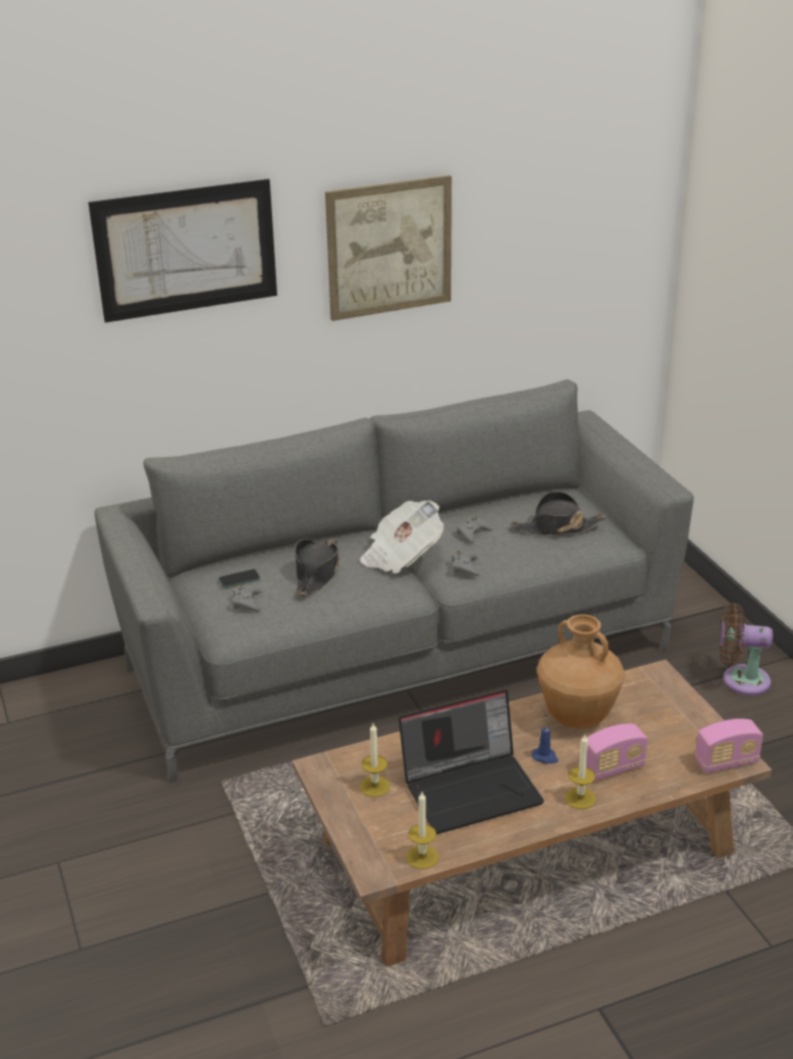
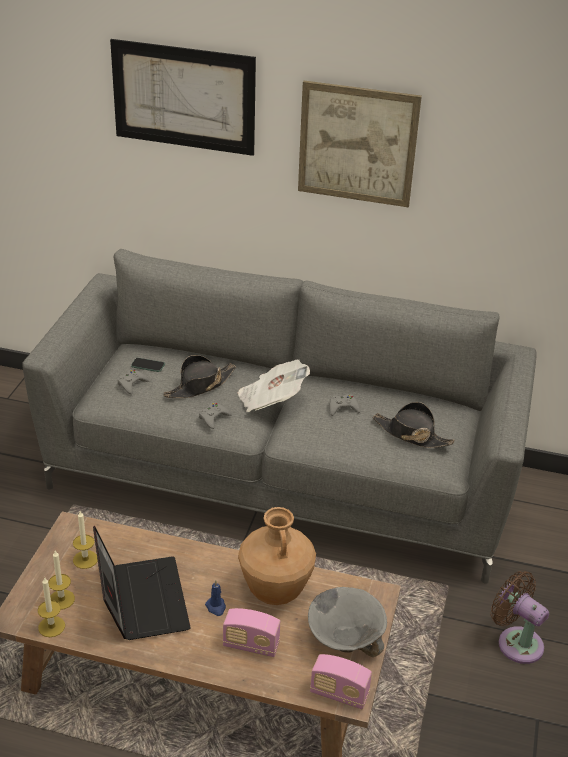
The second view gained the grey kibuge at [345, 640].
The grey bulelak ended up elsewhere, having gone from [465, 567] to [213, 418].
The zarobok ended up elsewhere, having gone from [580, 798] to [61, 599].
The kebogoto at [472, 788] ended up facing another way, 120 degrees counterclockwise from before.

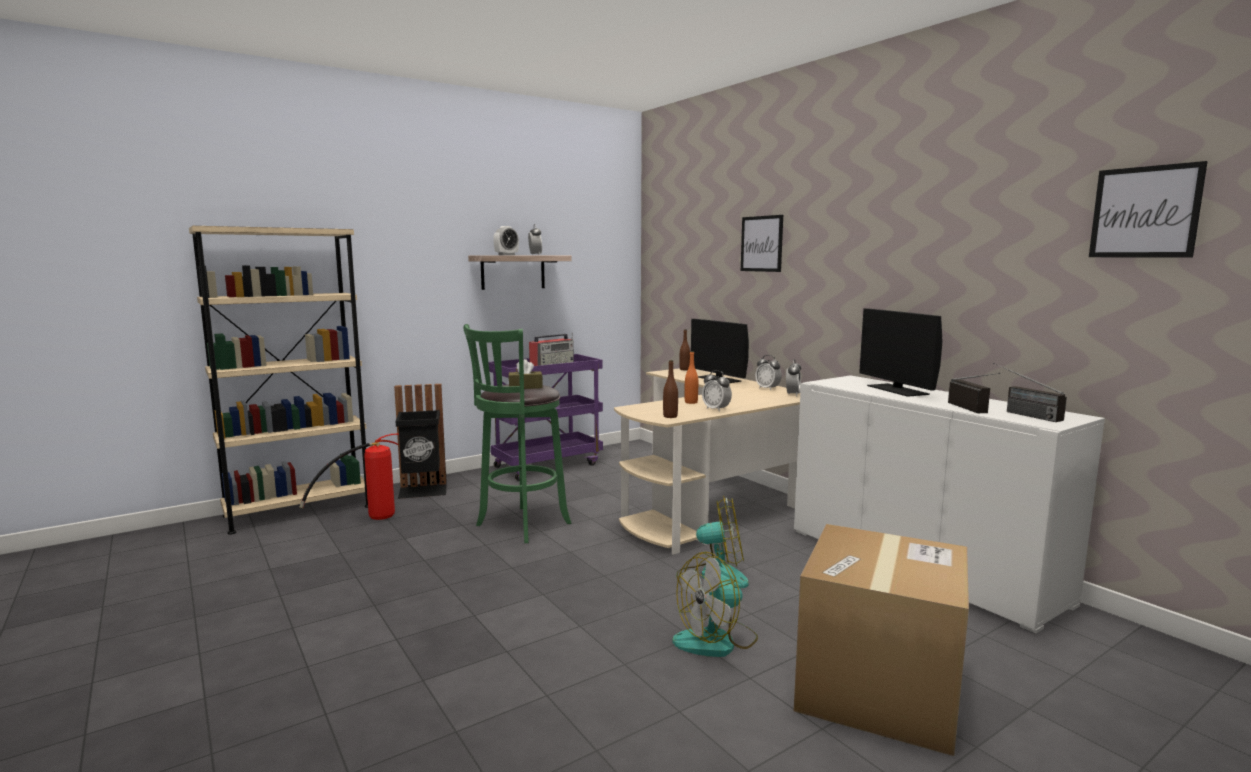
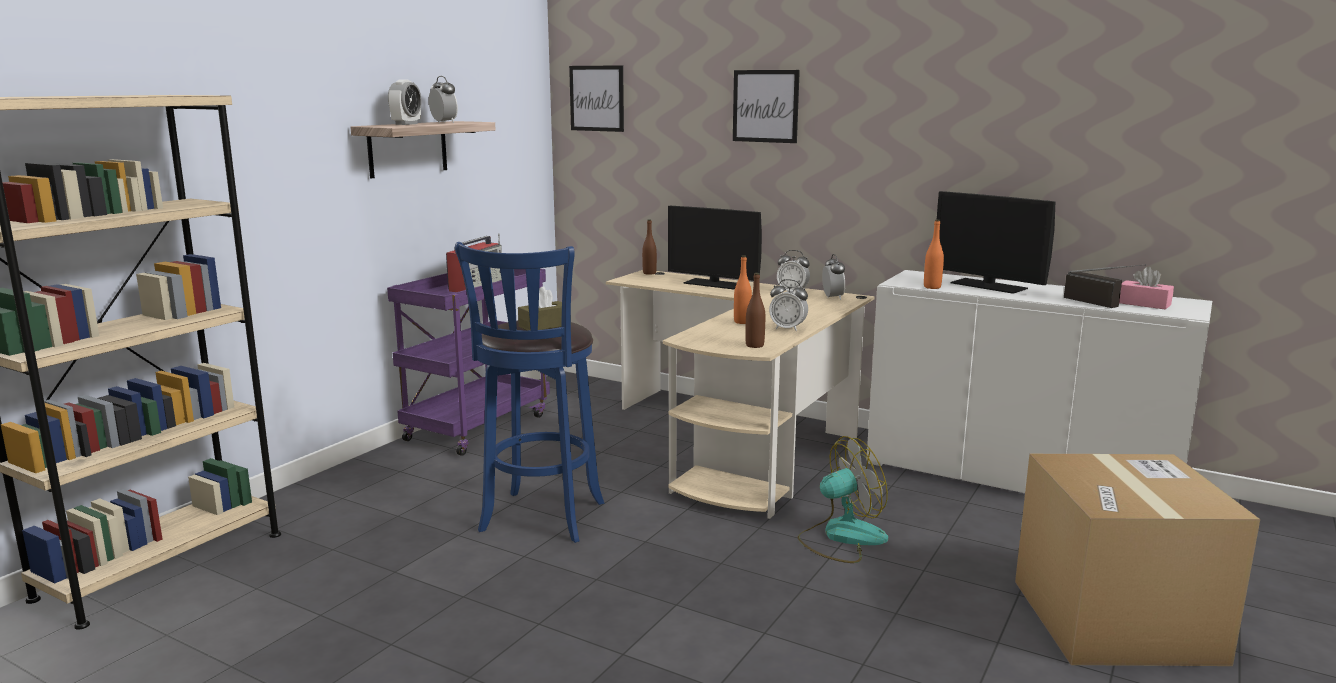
The second view lost the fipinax at [366, 518].
The second view lost the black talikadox at [423, 491].
The second view lost the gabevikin at [716, 640].
The second view gained the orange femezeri at [932, 287].
The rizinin ended up elsewhere, having gone from [1144, 212] to [597, 98].
Where the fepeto stood at [1020, 413], the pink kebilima came to stand at [1144, 304].
What was the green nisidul at [520, 525] turned into the blue nisidul at [540, 519].

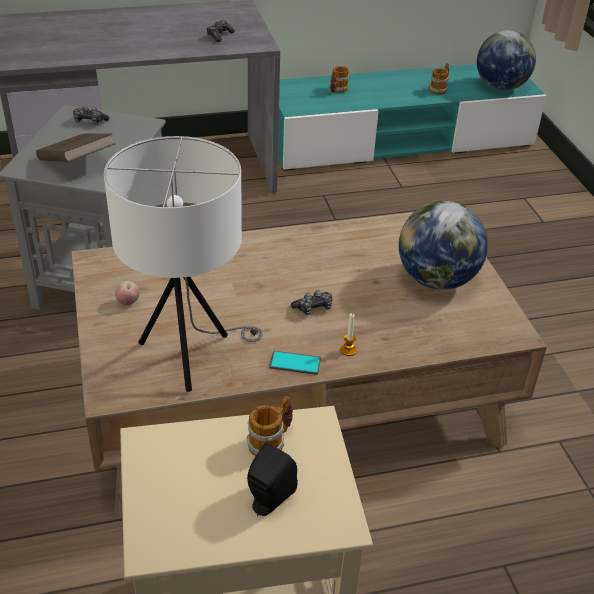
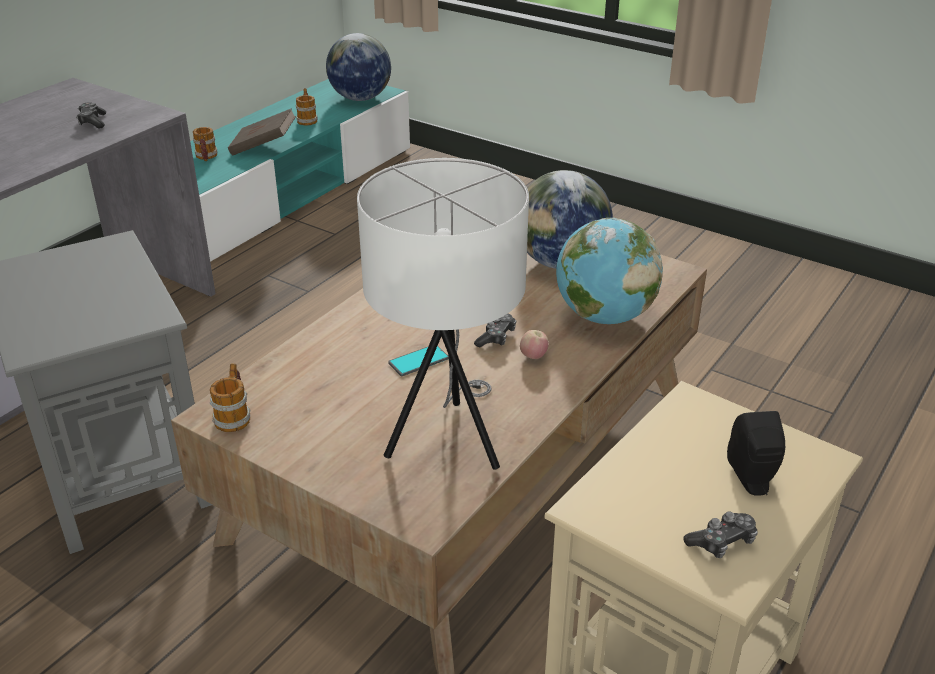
The second view lost the zarobok at [348, 350].
The second view gained the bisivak at [604, 316].
The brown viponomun ended up elsewhere, having gone from [77, 164] to [264, 147].
The bulelak ended up elsewhere, having gone from [89, 121] to [722, 542].
The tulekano ended up elsewhere, having gone from [128, 302] to [533, 357].
The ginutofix ended up elsewhere, having gone from [271, 441] to [234, 416].
The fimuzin ended up elsewhere, having gone from [295, 363] to [418, 361].

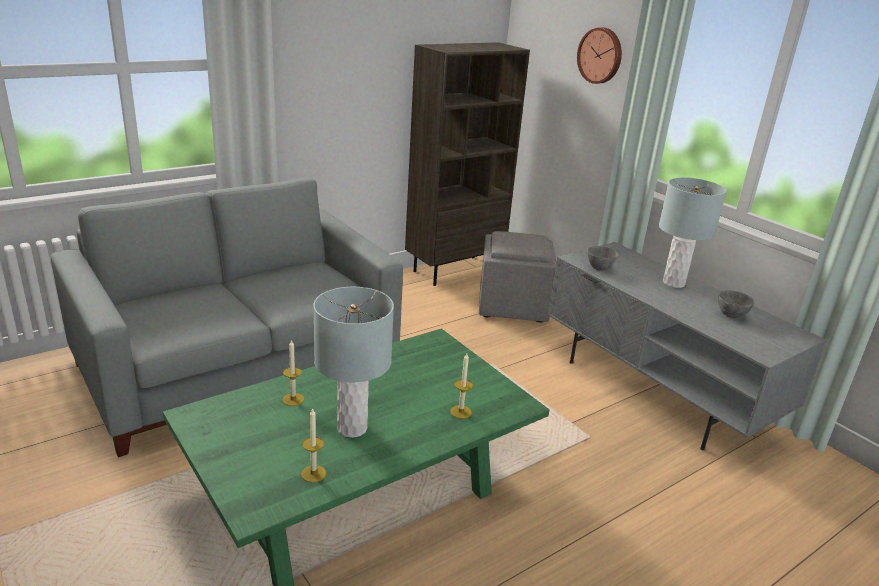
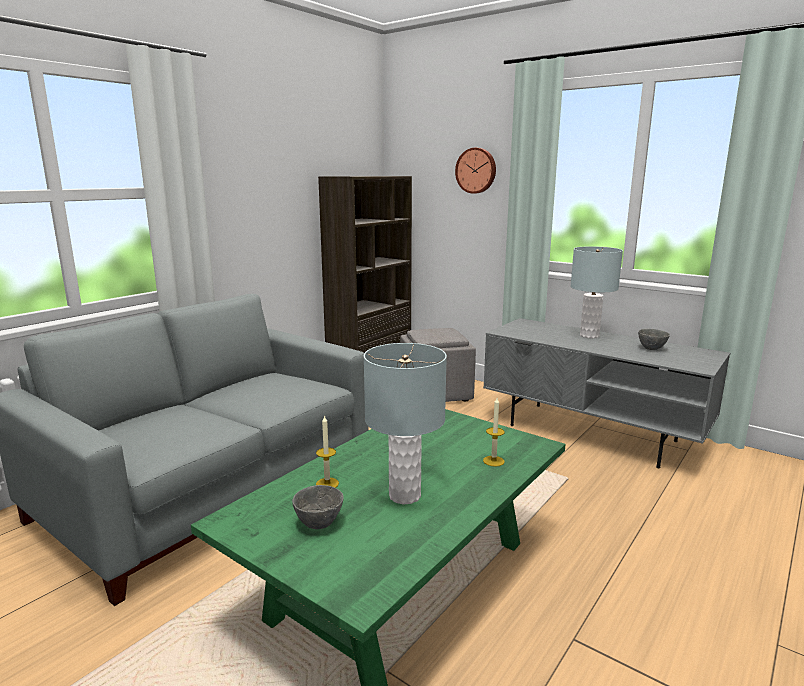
The second view lost the zarobok at [313, 473].
The grey kibuge ended up elsewhere, having gone from [599, 268] to [318, 523].

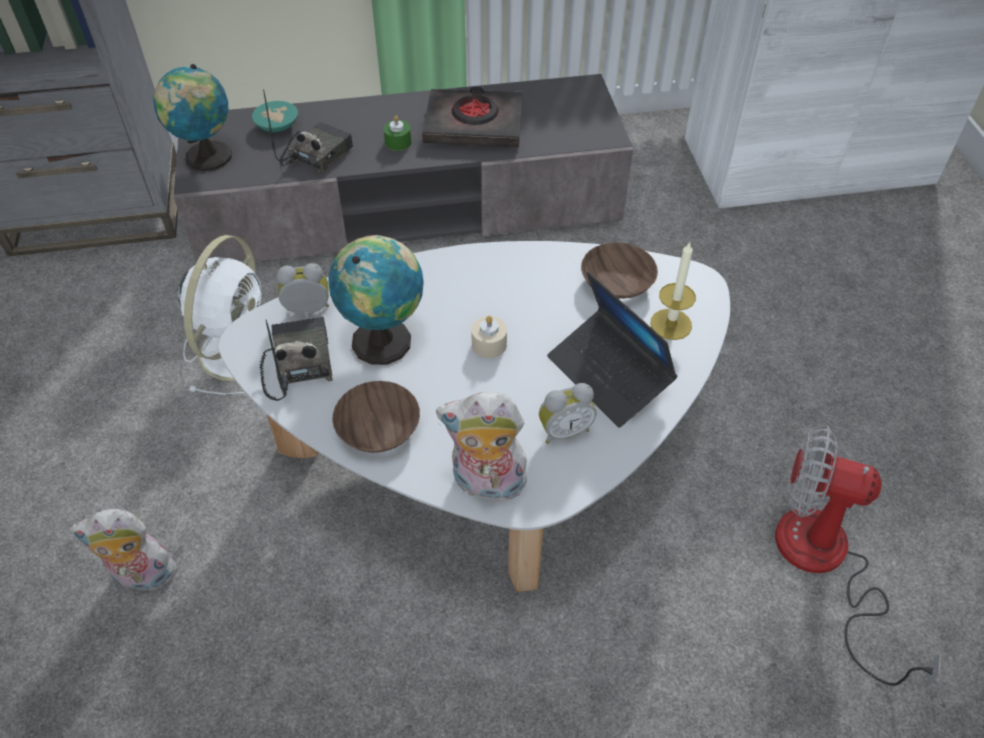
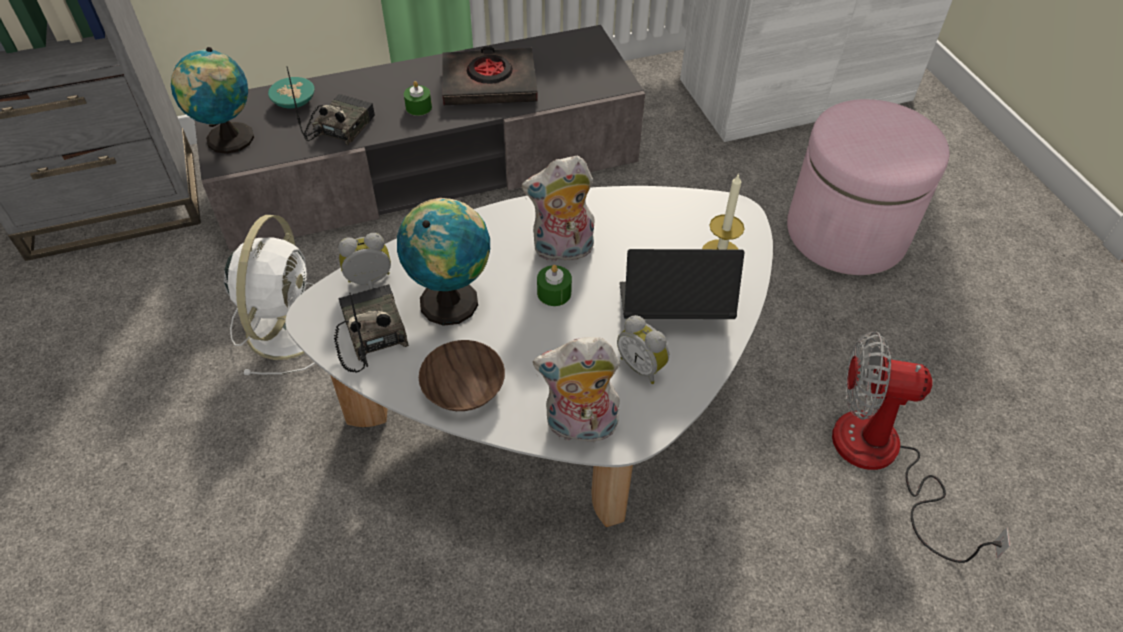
The second view lost the brown kibuge at [618, 283].
The second view gained the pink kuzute at [846, 232].
The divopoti ended up elsewhere, having gone from [142, 577] to [562, 251].
What was the beige zarobok at [489, 344] turned into the green zarobok at [554, 293].
The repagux at [564, 430] ended up facing another way, 75 degrees clockwise from before.
The kebogoto at [609, 375] ended up facing another way, 135 degrees clockwise from before.

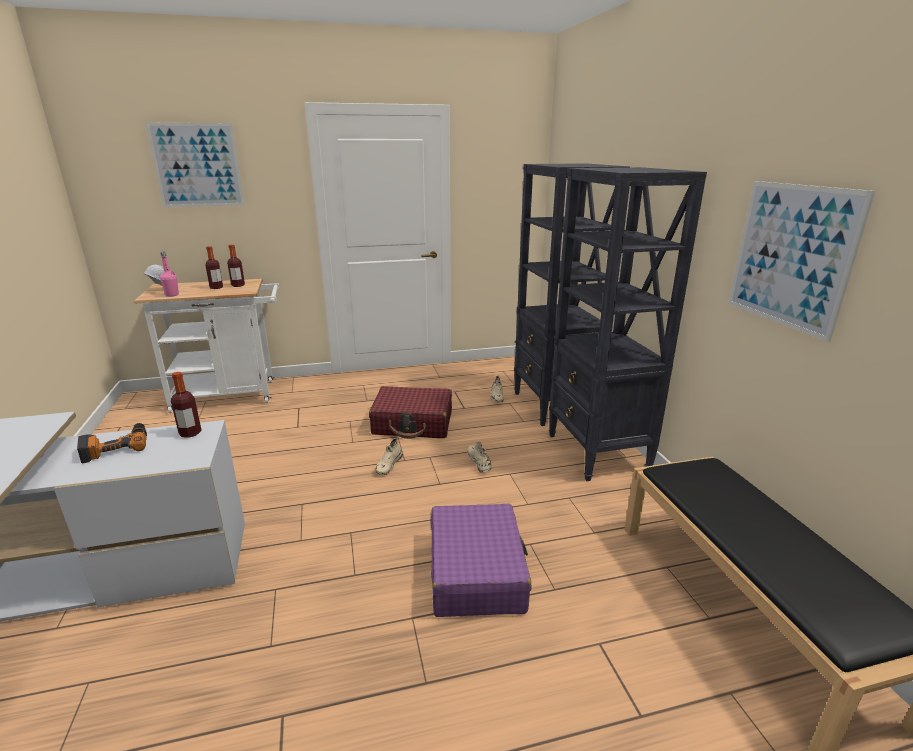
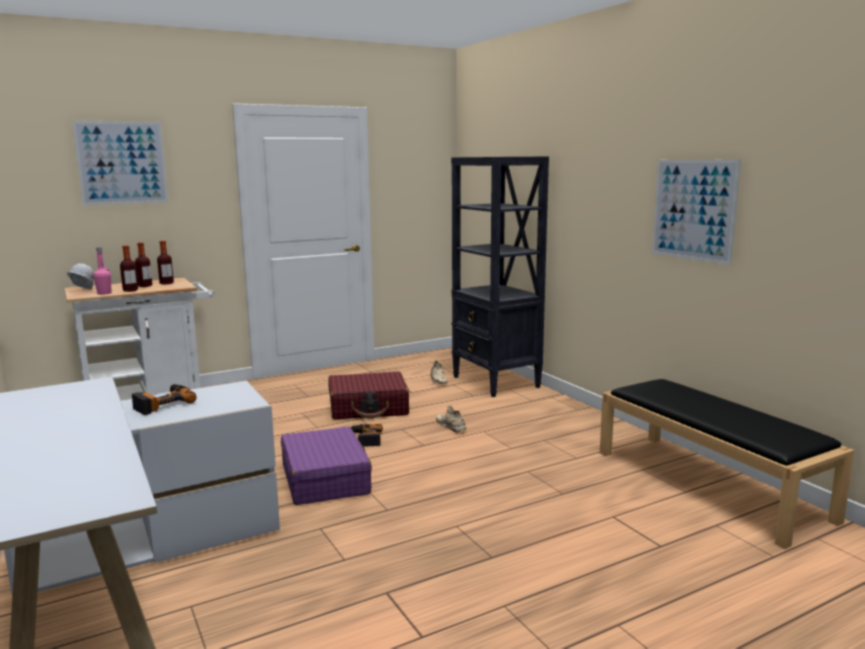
The second view lost the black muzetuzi at [597, 453].
The femezeri ended up elsewhere, having gone from [190, 433] to [130, 290].
The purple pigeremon ended up elsewhere, having gone from [476, 571] to [325, 479].
Where the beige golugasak stood at [388, 465], the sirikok came to stand at [365, 438].

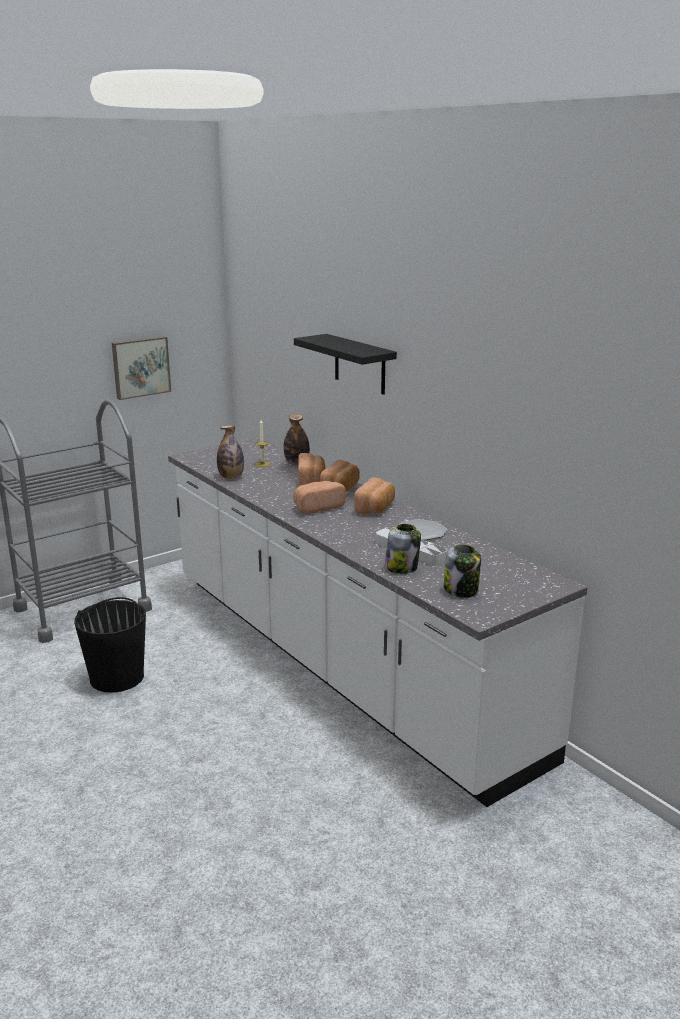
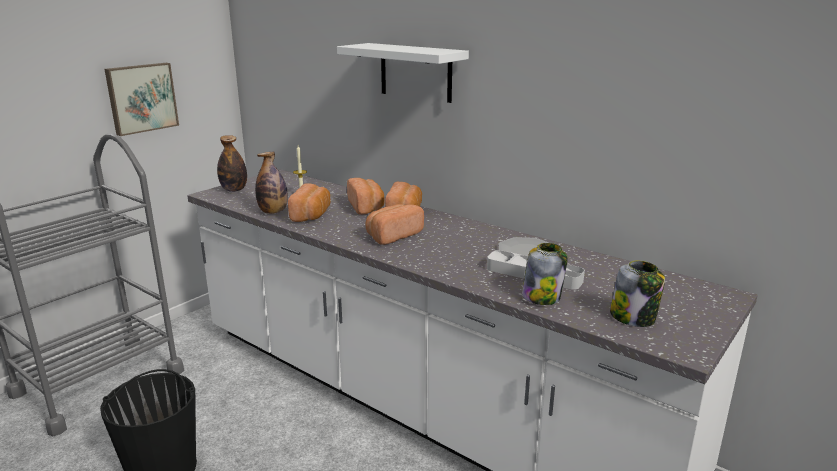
The femezeri ended up elsewhere, having gone from [296, 463] to [234, 190].
The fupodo ended up elsewhere, having gone from [376, 508] to [312, 215].
What was the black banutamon at [359, 364] turned into the white banutamon at [415, 72].

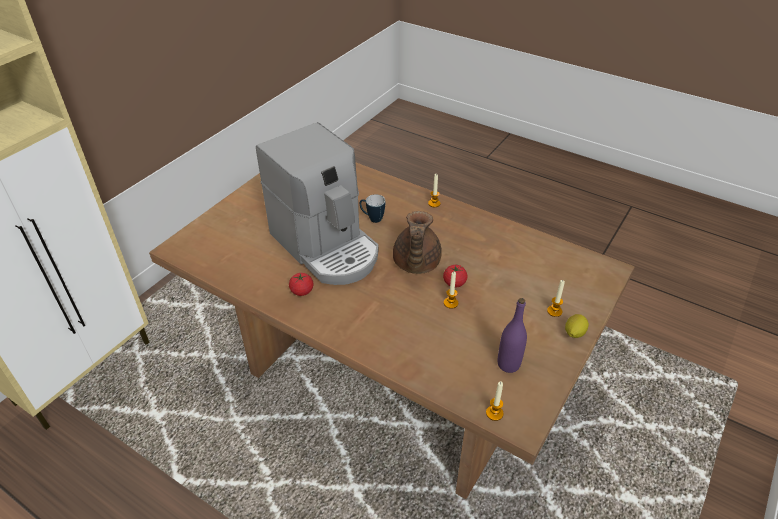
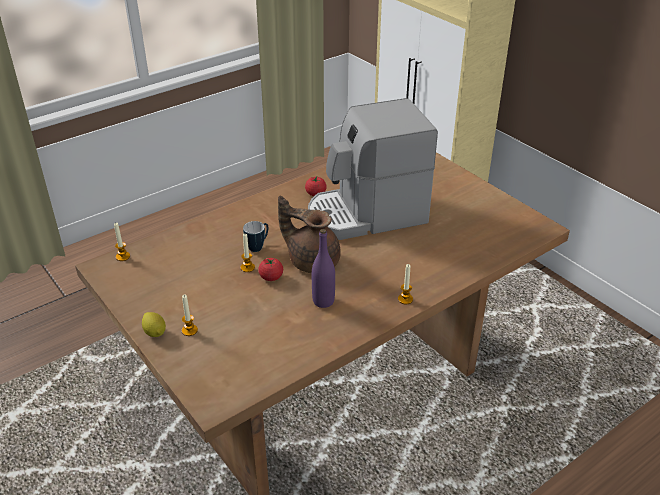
The ginutofix ended up elsewhere, having gone from [372, 218] to [258, 246].
The purple femezeri ended up elsewhere, having gone from [508, 364] to [323, 301].

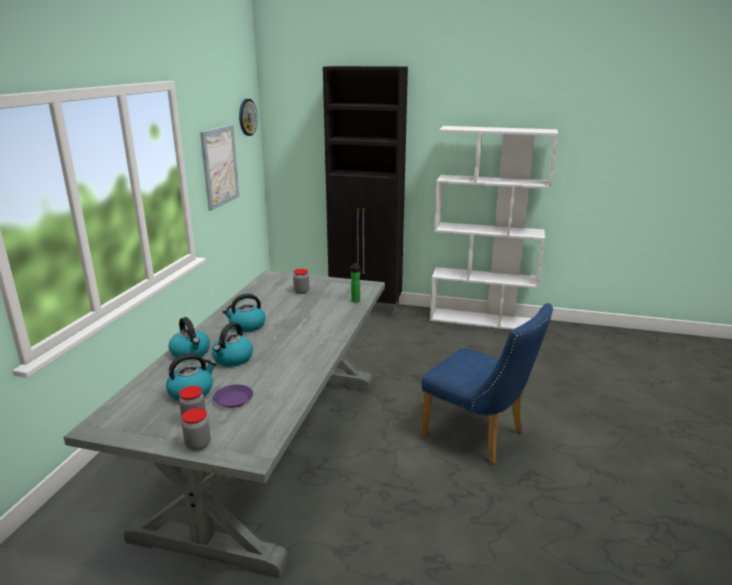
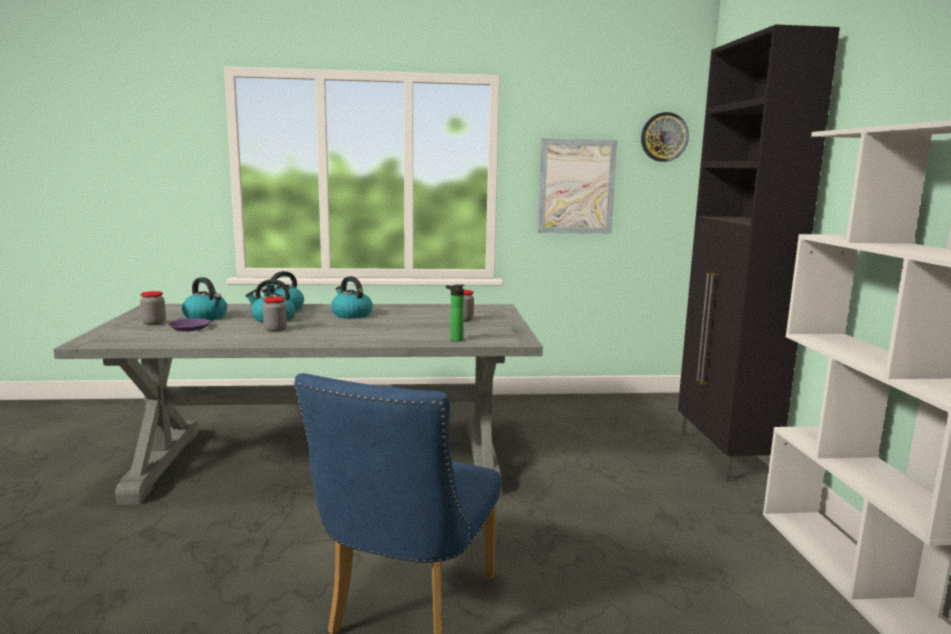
The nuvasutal ended up elsewhere, having gone from [198, 444] to [275, 329].

